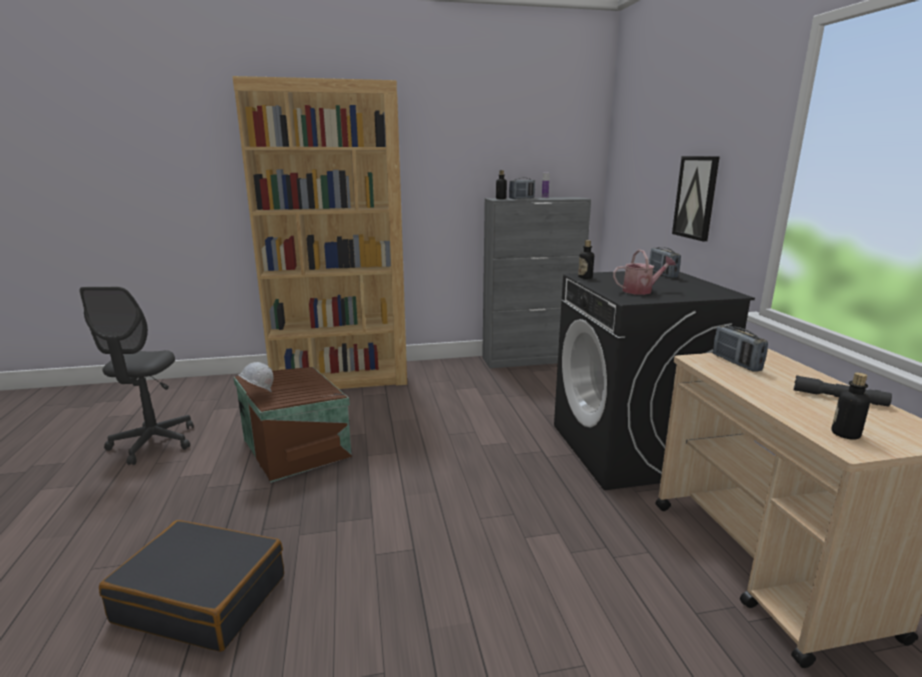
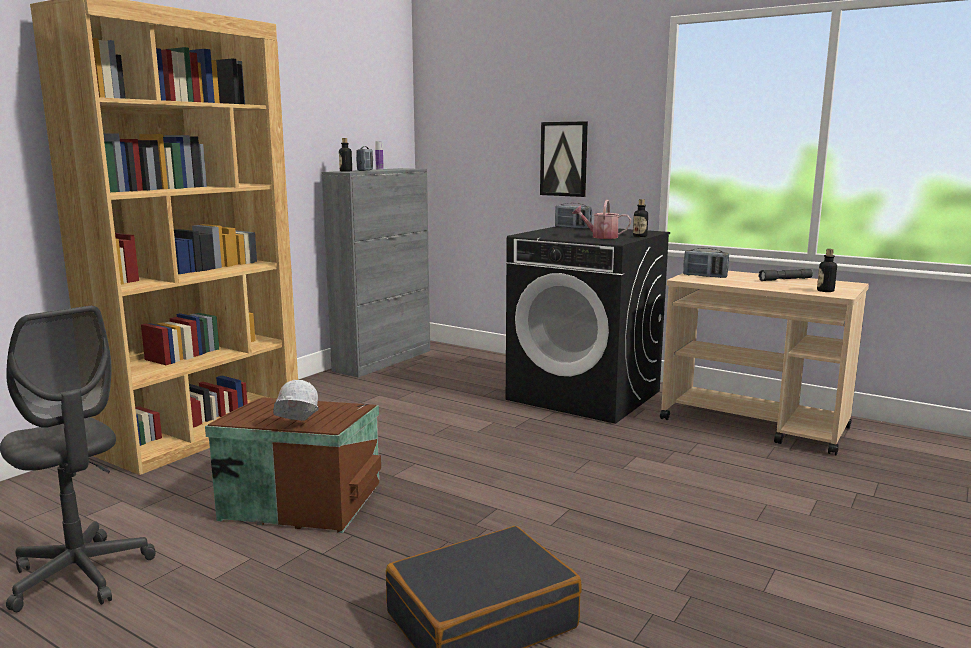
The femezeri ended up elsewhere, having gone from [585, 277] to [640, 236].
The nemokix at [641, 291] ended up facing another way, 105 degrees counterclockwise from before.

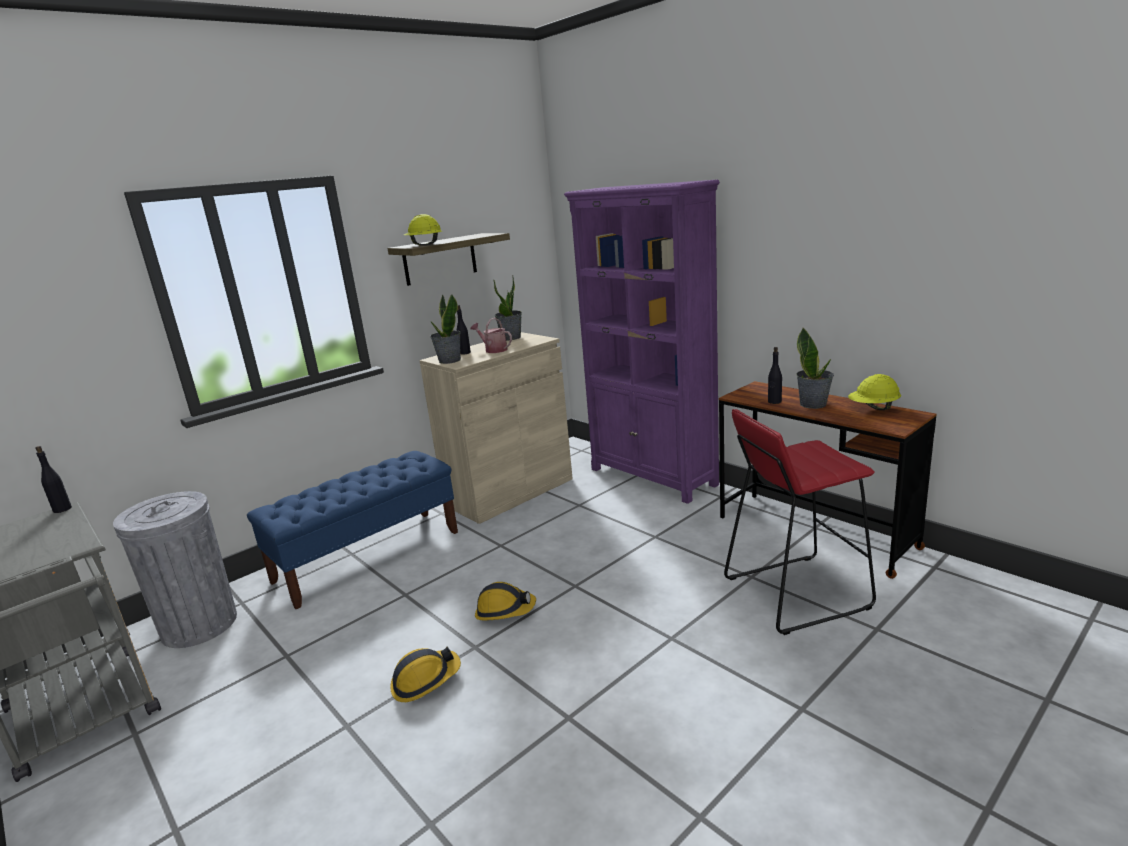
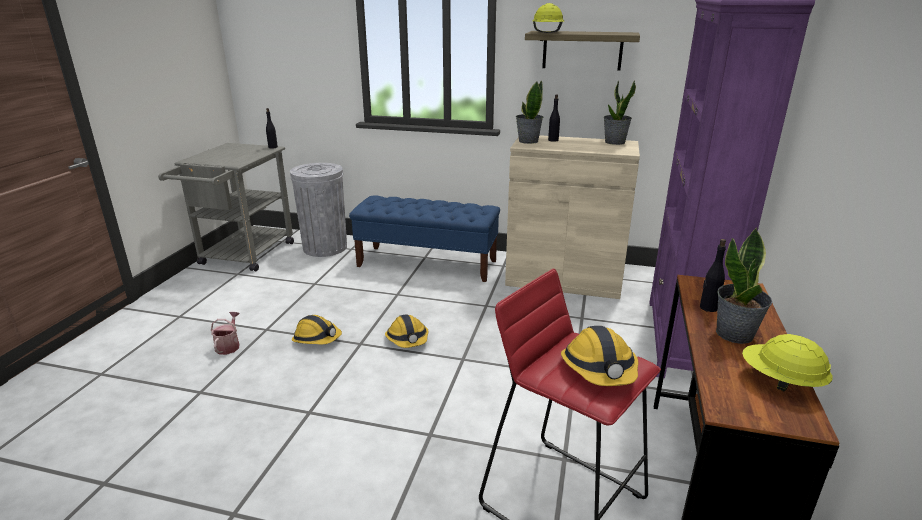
The second view gained the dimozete at [599, 369].
The nemokix ended up elsewhere, having gone from [493, 350] to [229, 345].

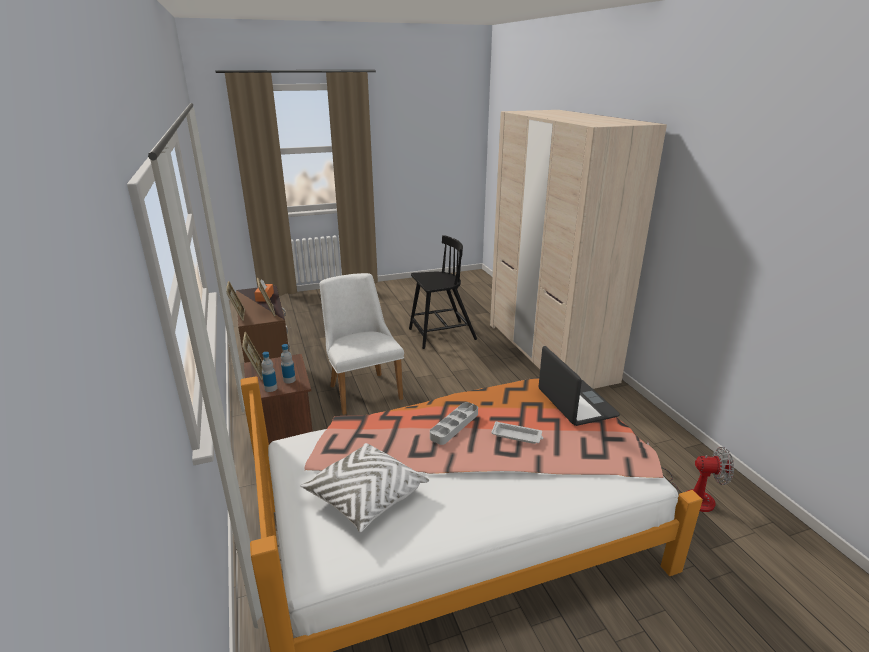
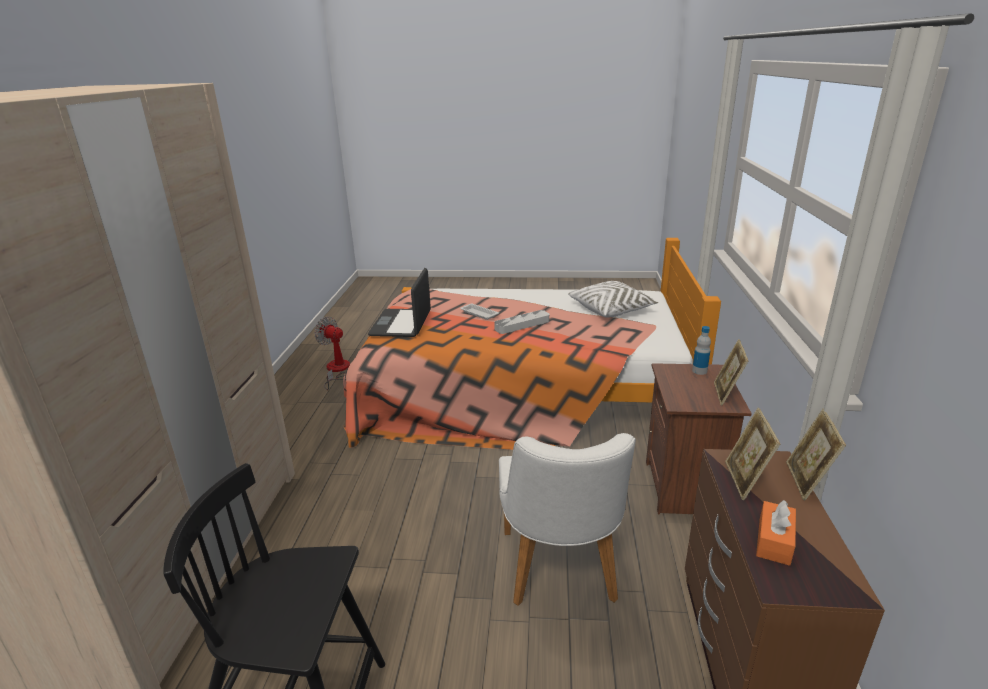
The second view lost the femezeri at [289, 380].

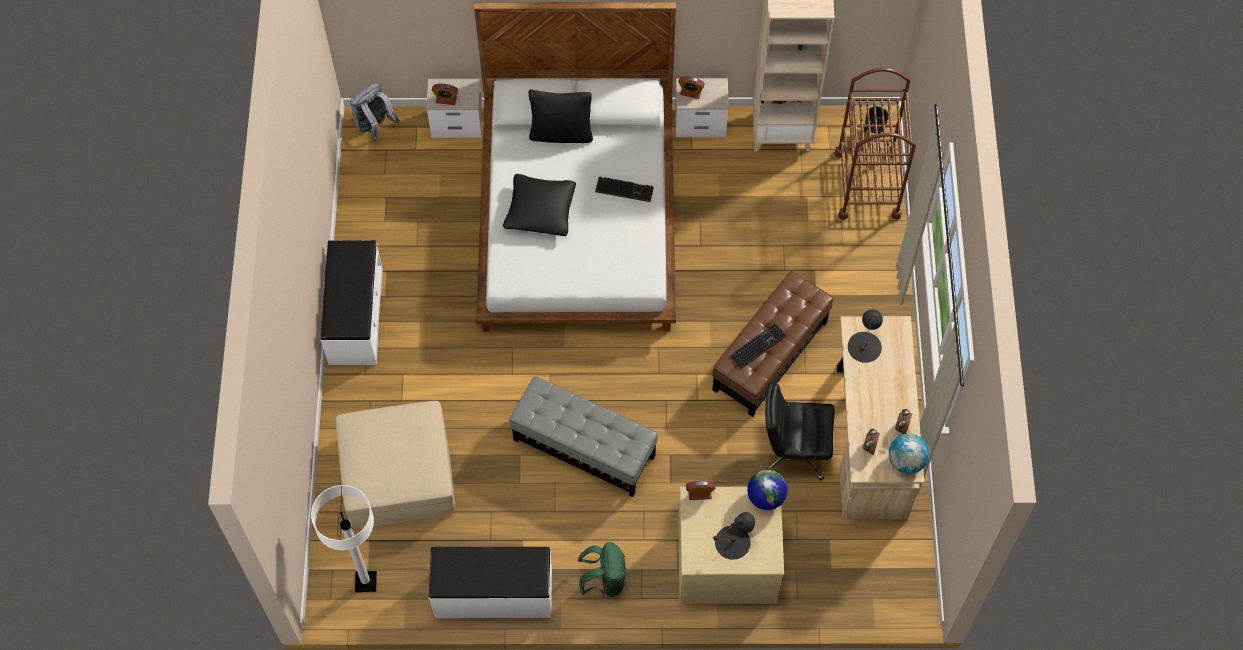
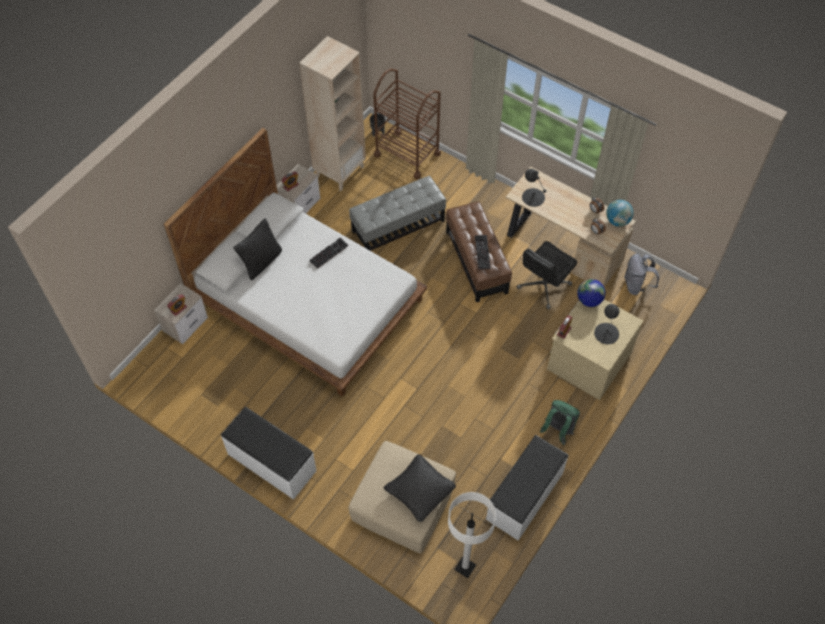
The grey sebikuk ended up elsewhere, having gone from [375, 126] to [636, 285].
The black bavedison ended up elsewhere, having gone from [540, 211] to [419, 491].
The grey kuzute ended up elsewhere, having gone from [584, 447] to [398, 225].

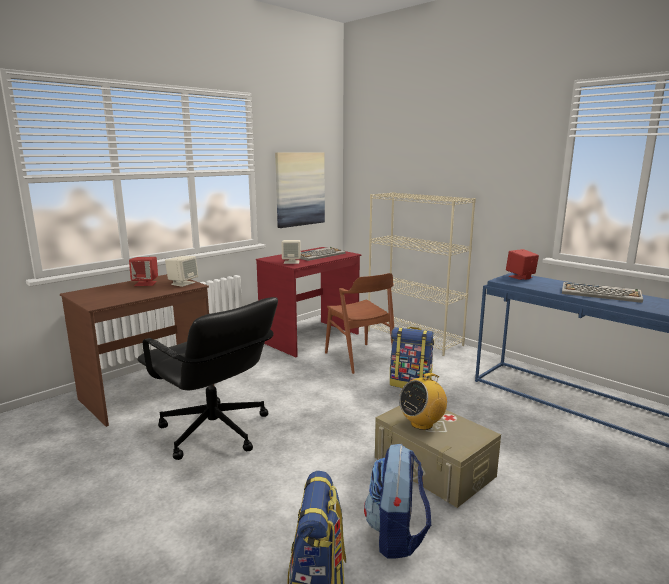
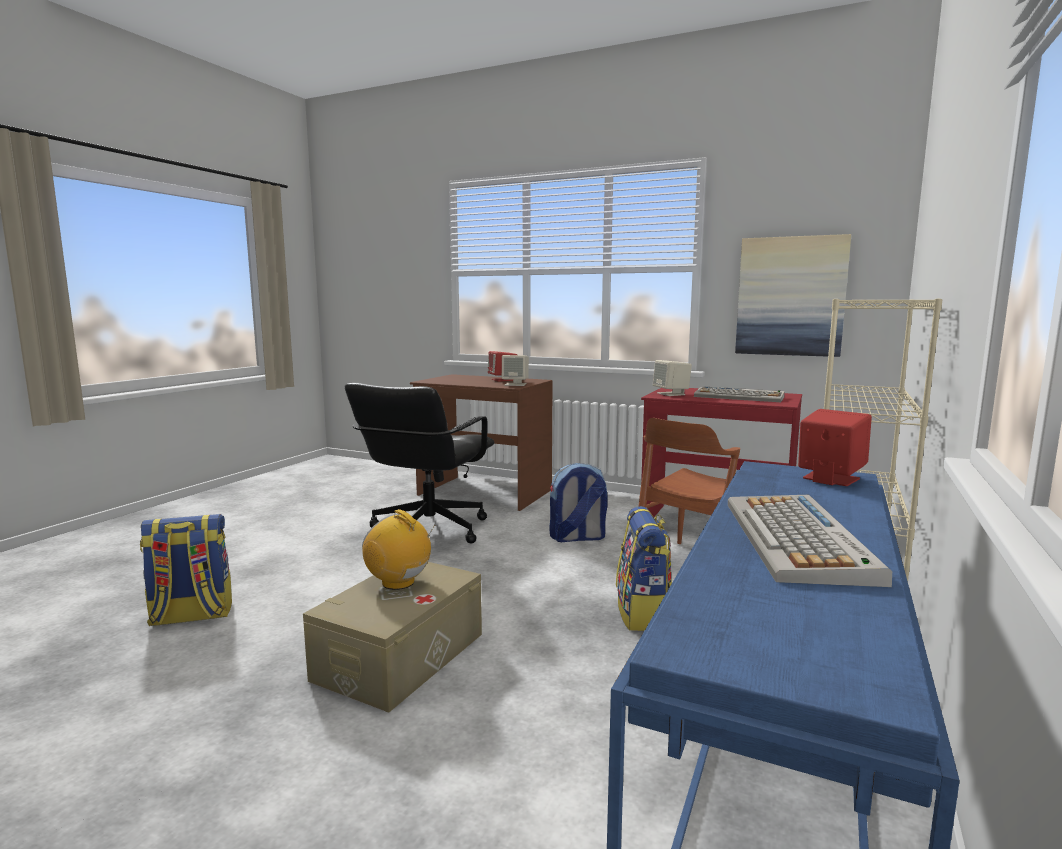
The sebikuk ended up elsewhere, having gone from [396, 535] to [577, 538].

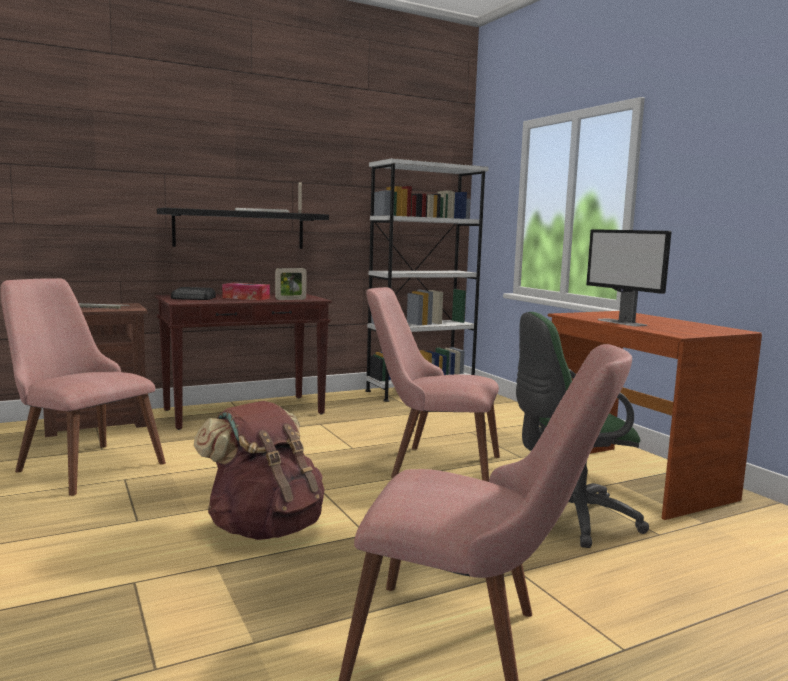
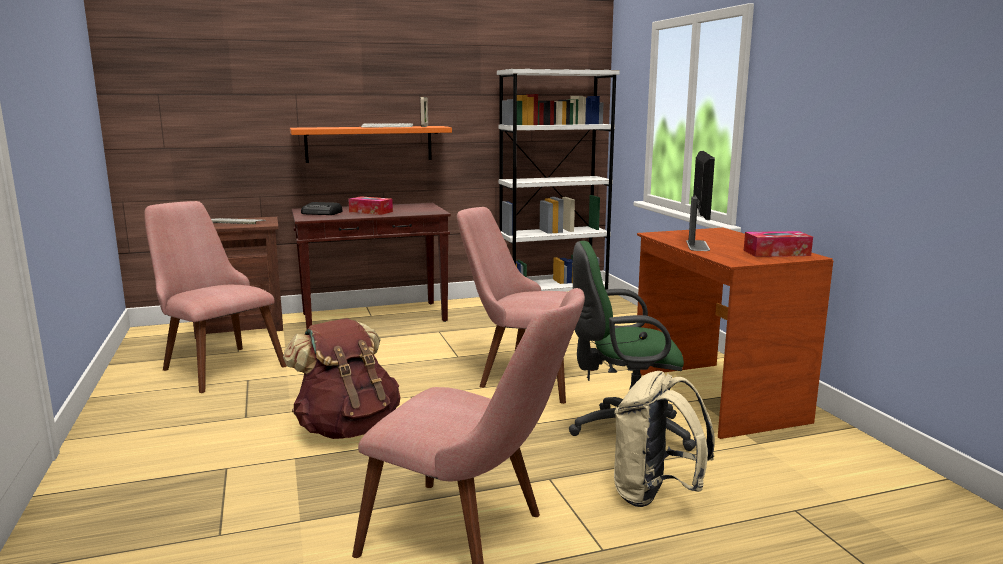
The second view lost the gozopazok at [290, 299].
The second view gained the beige sebikuk at [655, 495].
The second view gained the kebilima at [776, 253].
What was the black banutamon at [240, 229] turned into the orange banutamon at [369, 144].
The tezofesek at [622, 322] ended up facing another way, 150 degrees counterclockwise from before.

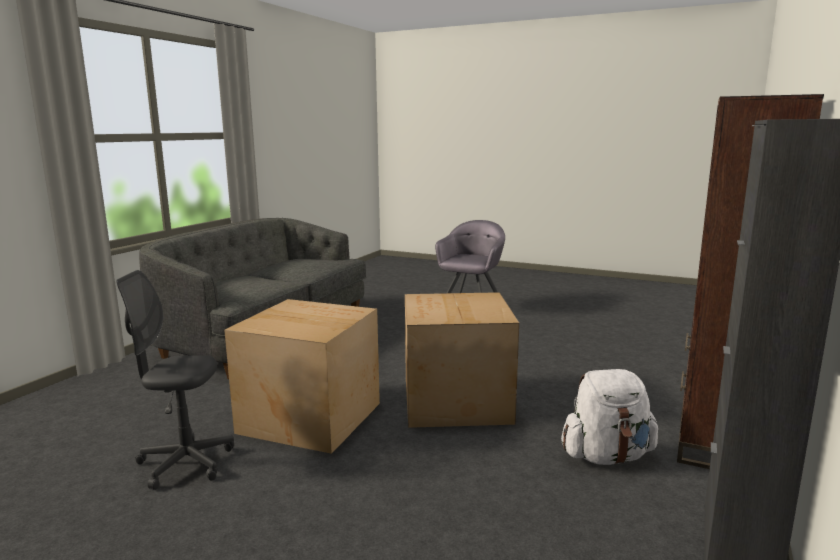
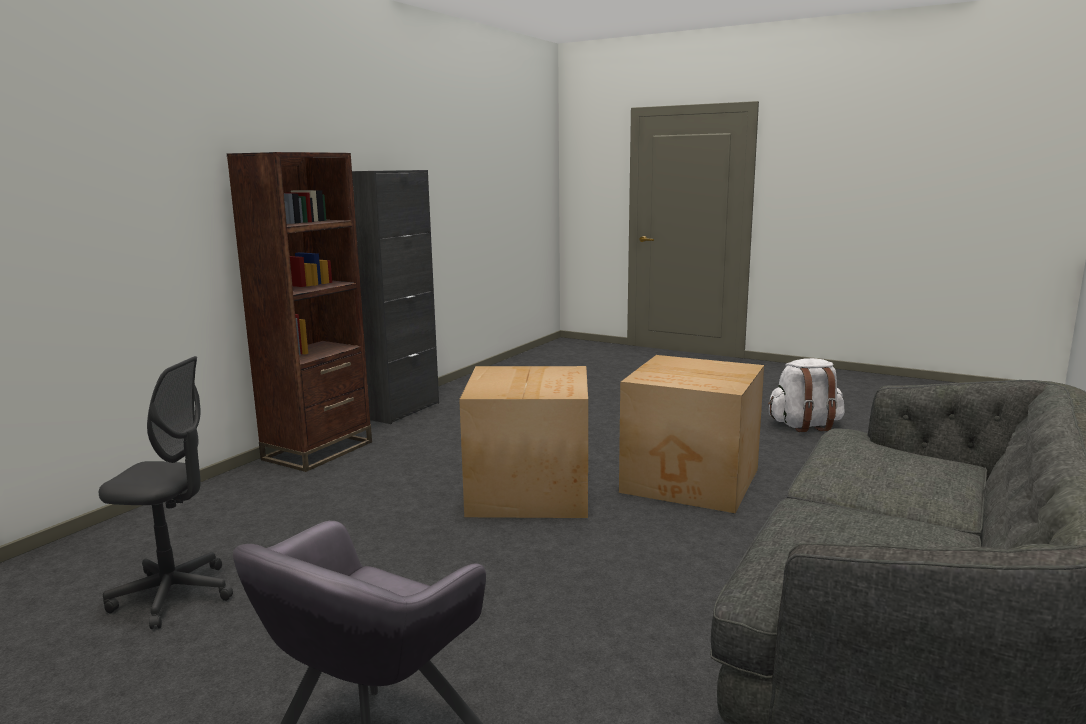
The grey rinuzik ended up elsewhere, having gone from [185, 463] to [174, 595].
The white sebikuk ended up elsewhere, having gone from [607, 456] to [805, 426].

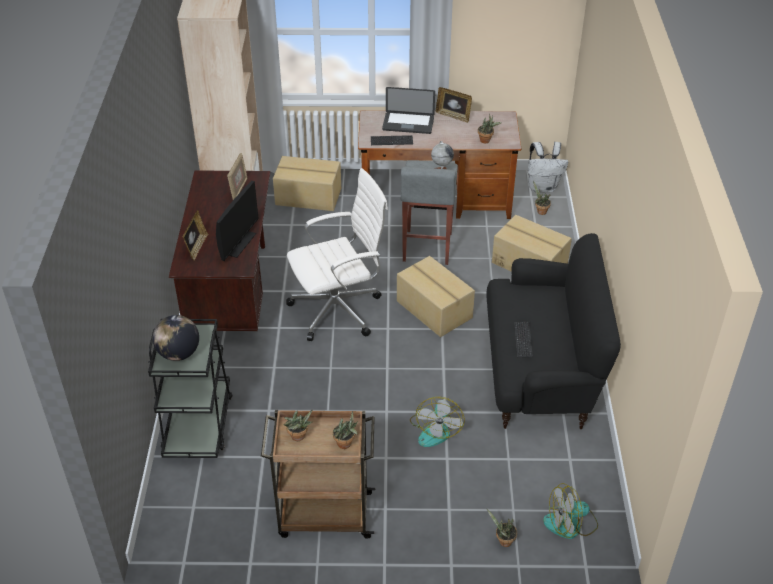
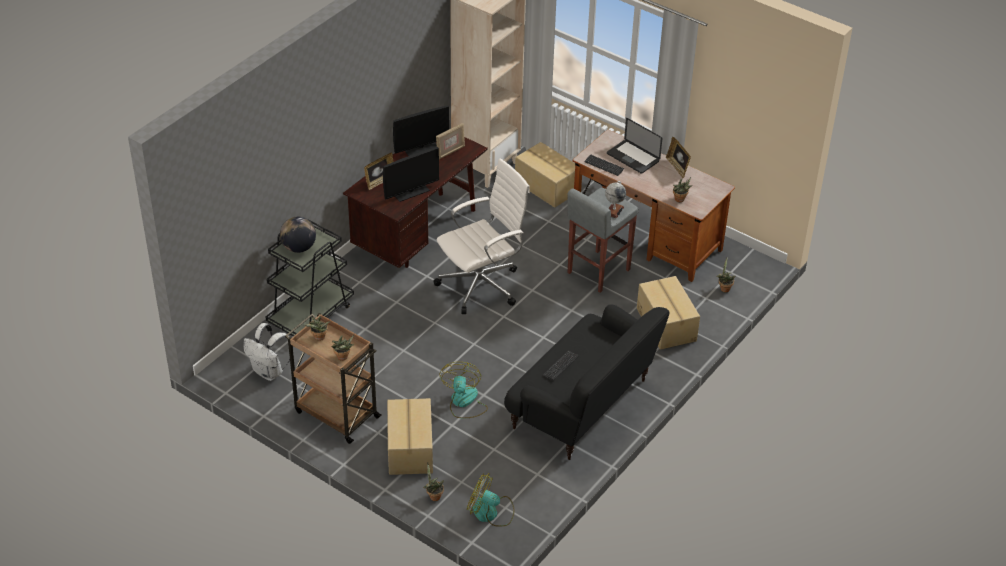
The second view gained the tezofesek at [421, 148].
The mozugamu ended up elsewhere, having gone from [433, 310] to [409, 449].
The white sebikuk ended up elsewhere, having gone from [543, 187] to [269, 372].
The white rinuzik at [339, 310] ended up facing another way, 45 degrees counterclockwise from before.
The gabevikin at [435, 429] ended up facing another way, 135 degrees clockwise from before.

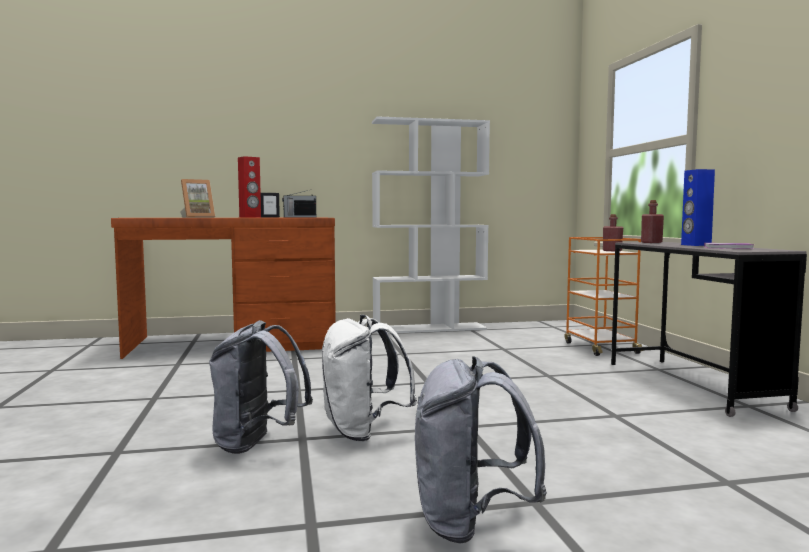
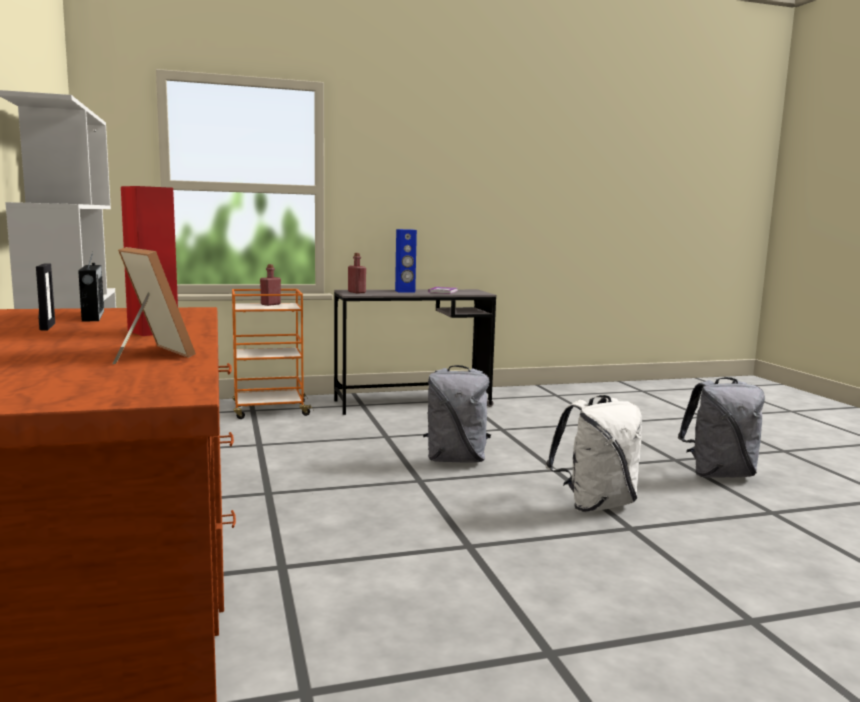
The grey sebikuk ended up elsewhere, having gone from [257, 444] to [456, 459].

